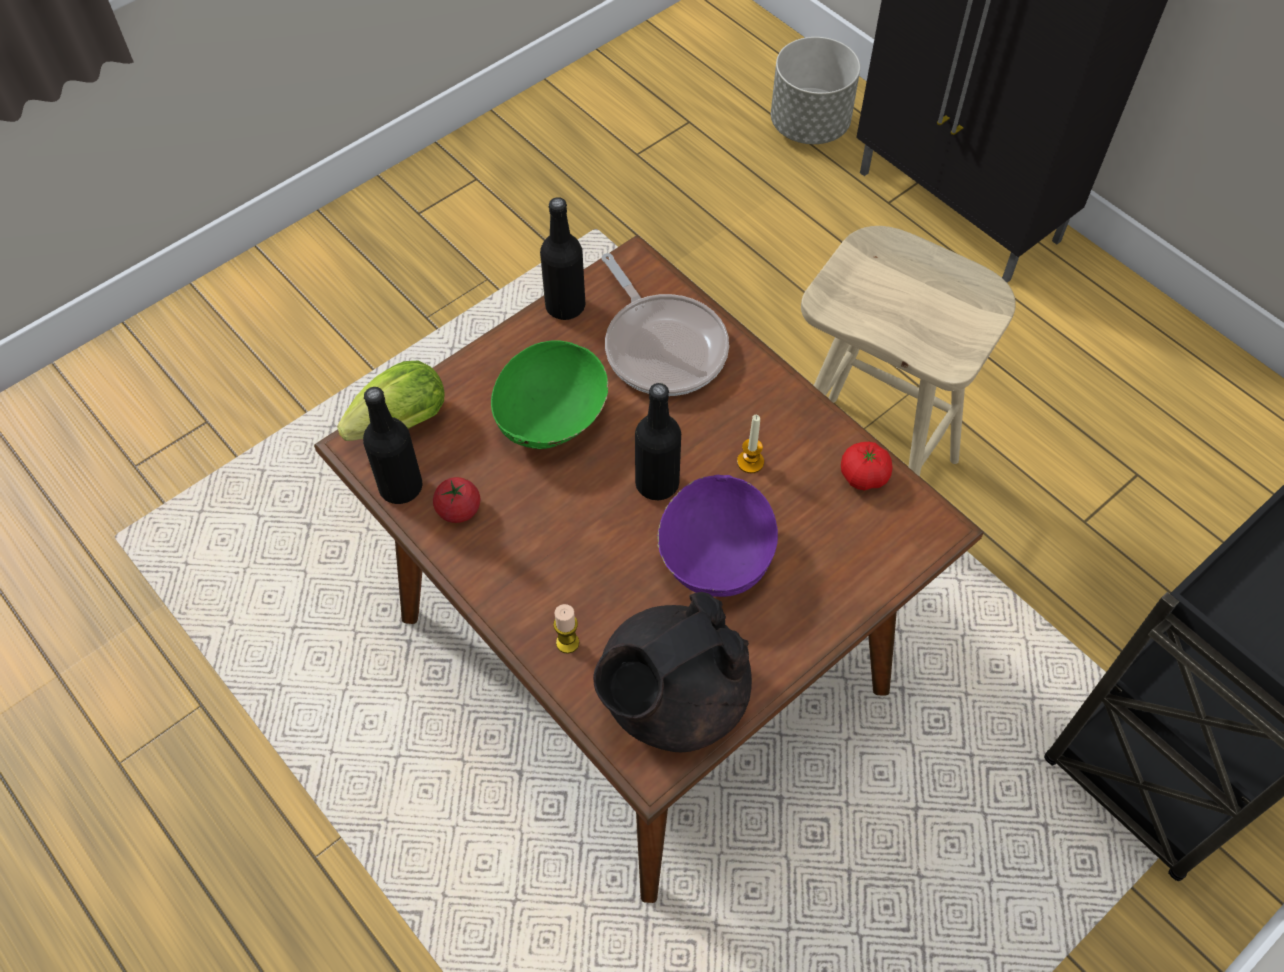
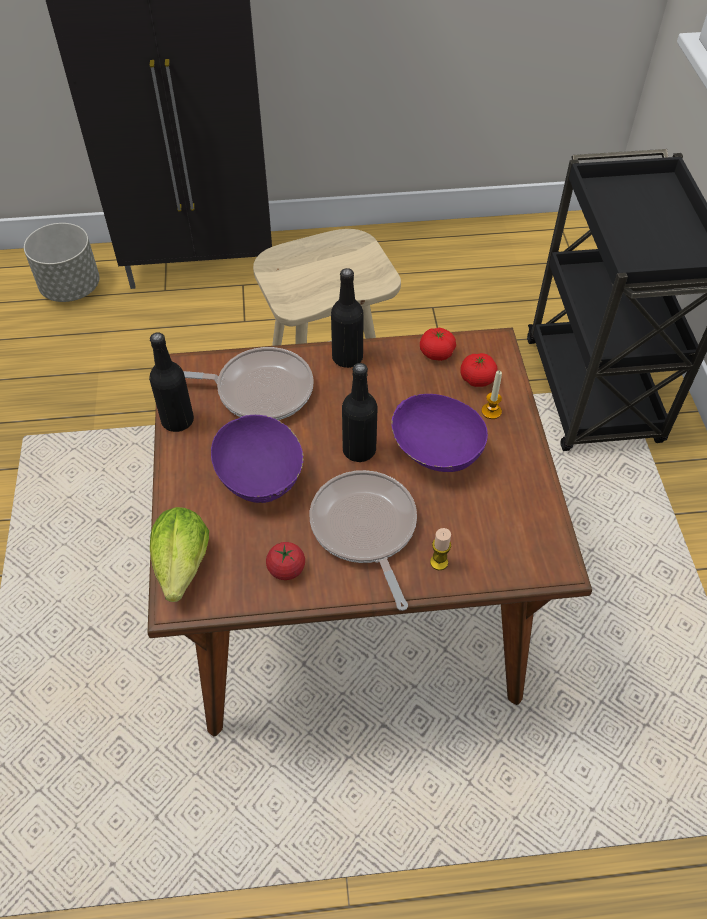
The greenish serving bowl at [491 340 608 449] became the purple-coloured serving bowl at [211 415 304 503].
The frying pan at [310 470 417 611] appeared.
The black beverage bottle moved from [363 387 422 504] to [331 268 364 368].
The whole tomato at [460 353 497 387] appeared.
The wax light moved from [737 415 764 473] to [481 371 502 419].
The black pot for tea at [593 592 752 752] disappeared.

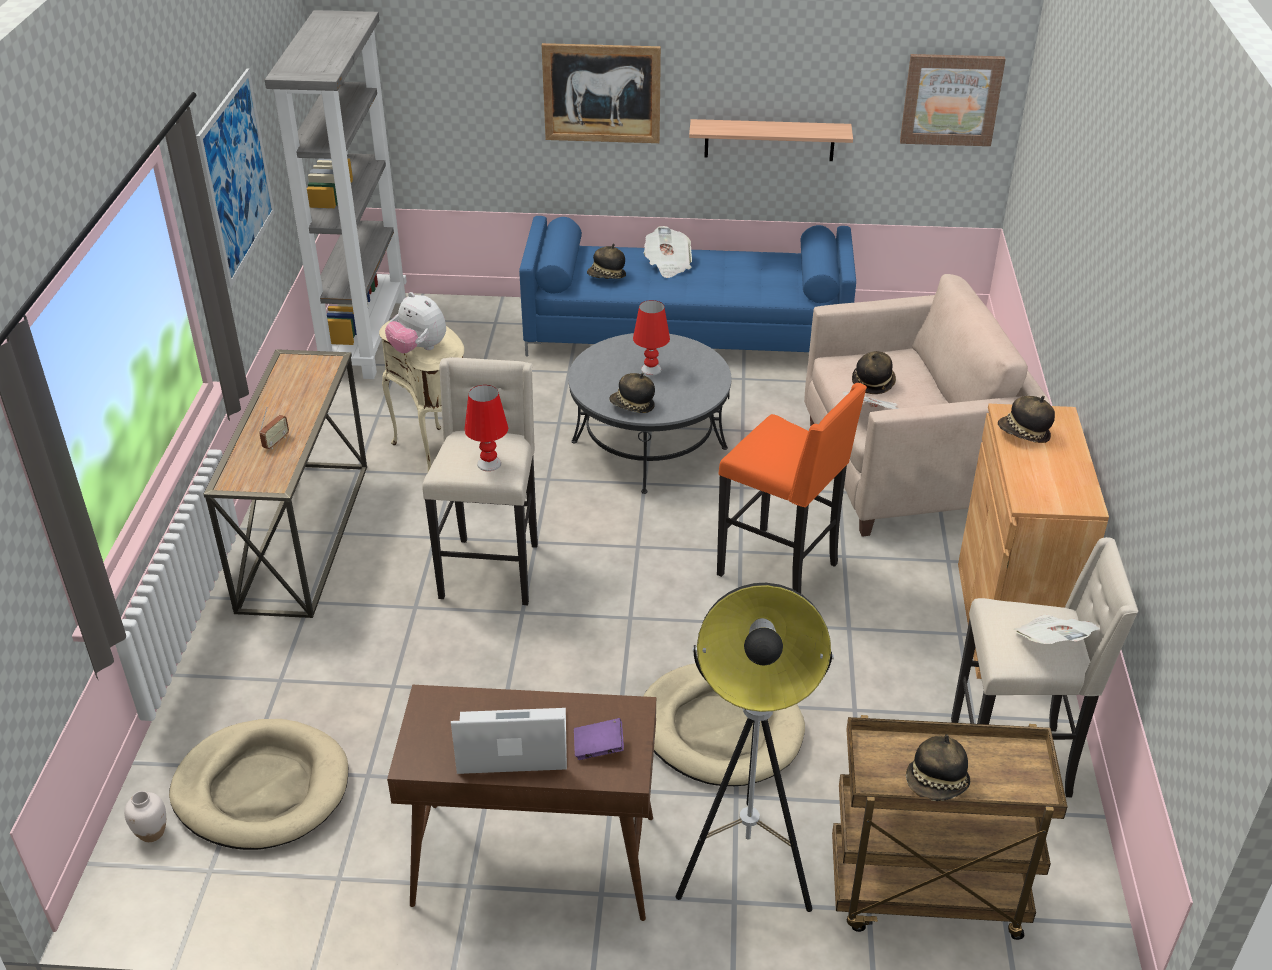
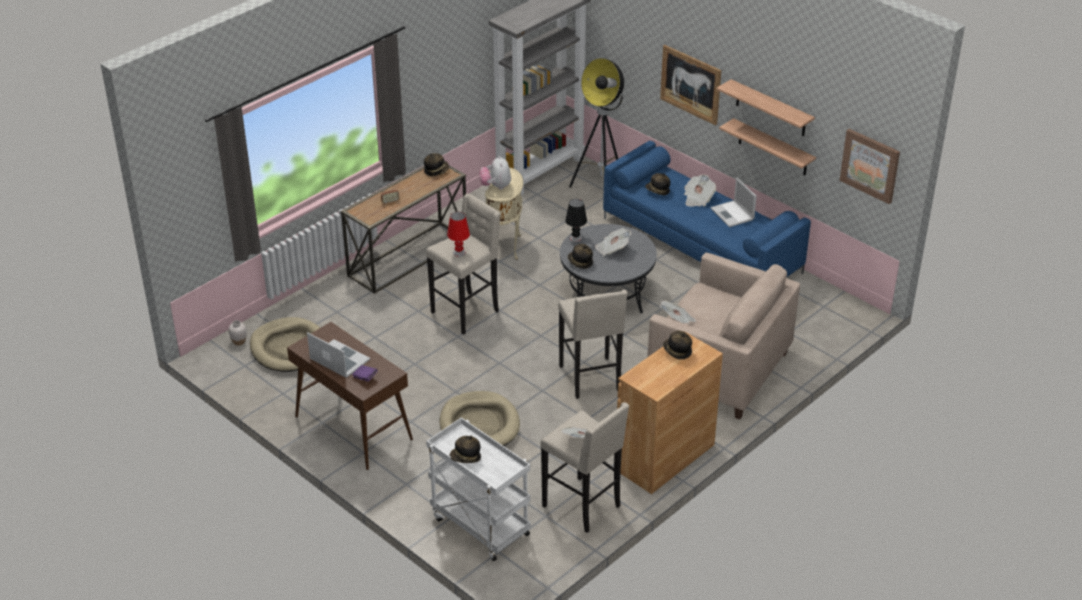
The clothing hat moved from [852 351 896 394] to [424 153 449 176].
The brownish cart at [832 715 1068 940] became the whitish cart at [426 417 531 561].
The orange sitting stool at [717 383 867 594] became the sand-coloured sitting stool at [558 290 627 399].
The black table lamp at [565 199 587 242] appeared.
The floor lamp moved from [676 583 834 912] to [569 58 624 188].
The reddish table lamp at [633 300 670 375] was replaced by the daily paper at [595 228 631 256].
The laptop at [710 177 757 227] appeared.
The bracket shelf at [717 79 815 136] appeared.
The wall picture at [197 68 275 288] disappeared.

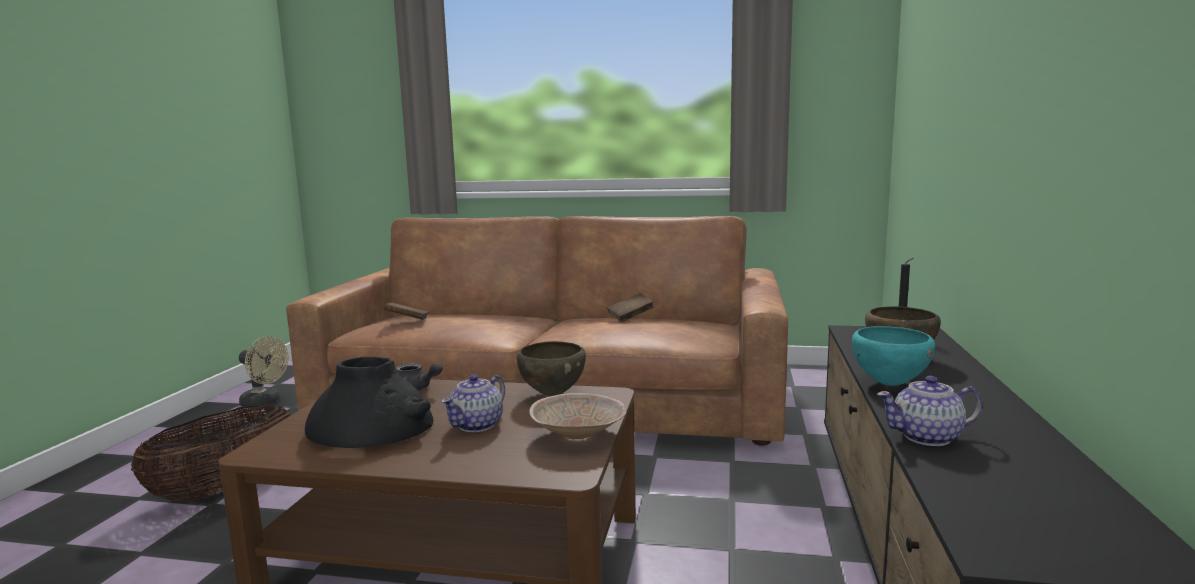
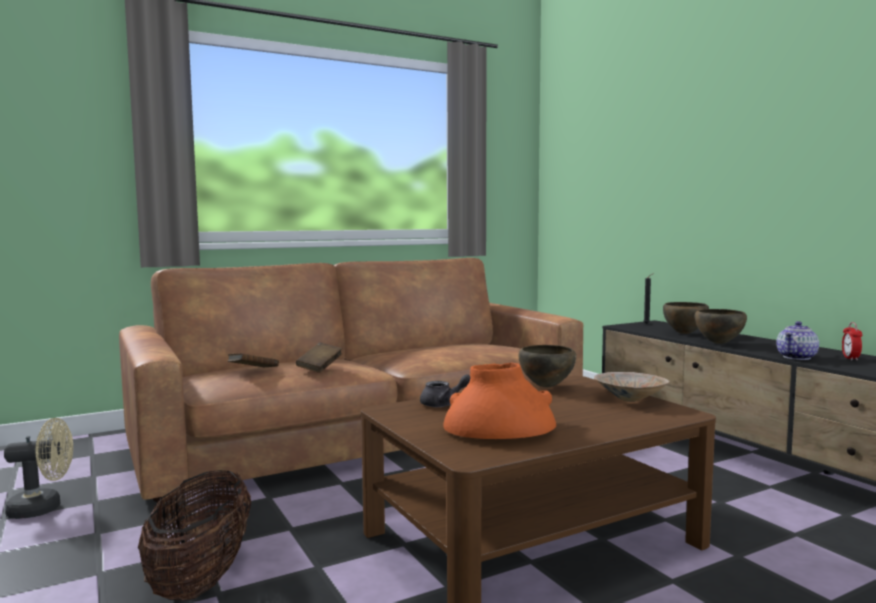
The brownish volume moved from [608 293 654 322] to [296 342 342 373].
The black flower vase at [305 356 433 448] became the orange flower vase at [443 363 556 439].
The turquoise serving bowl at [852 326 935 386] became the brownish serving bowl at [695 309 747 344].
The bedside clock at [842 322 862 361] appeared.
The pot for tea at [441 374 505 432] disappeared.

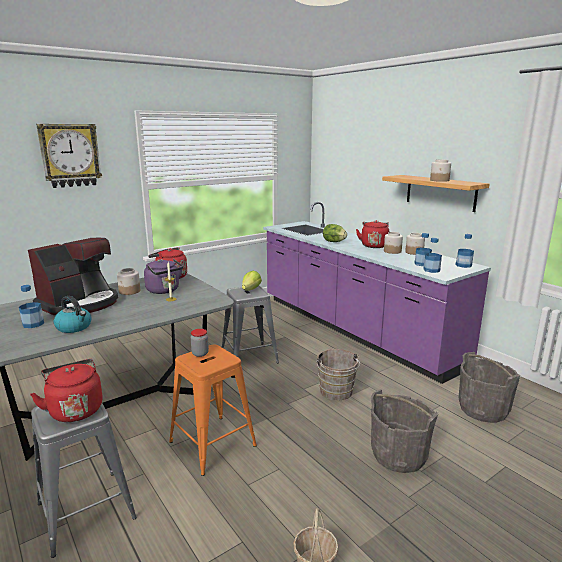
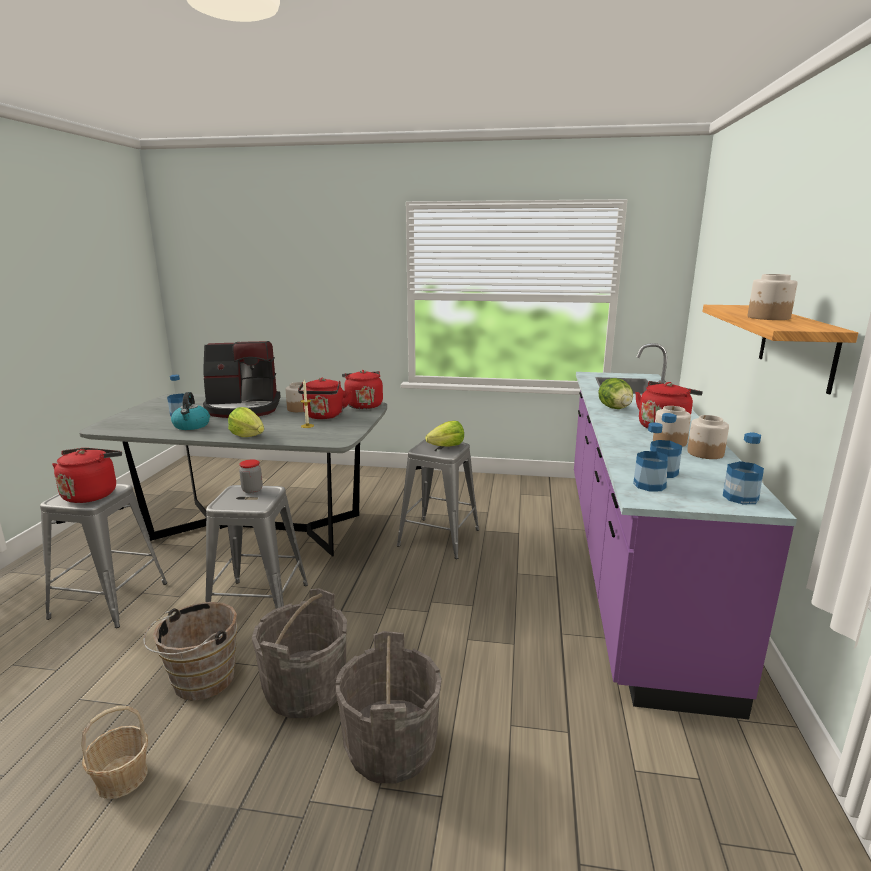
The brownish pail moved from [316 349 360 401] to [143 602 237 701].
The orange sitting stool at [169 344 257 476] became the greyish sitting stool at [205 485 308 609].
The head of lettuce at [228 407 264 437] appeared.
The greyish pail moved from [458 352 520 423] to [252 588 347 718].
The purple-coloured kettle at [144 259 183 294] became the reddish kettle at [298 378 351 419].
The hanging clock at [36 124 102 188] disappeared.

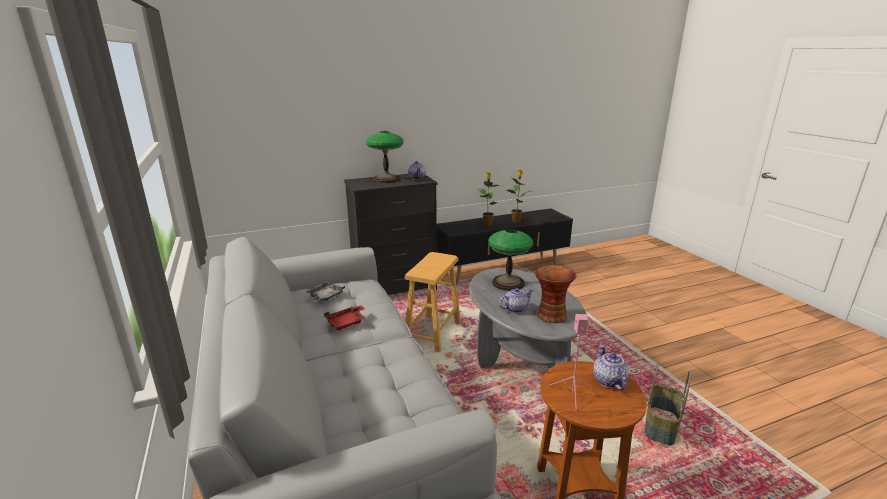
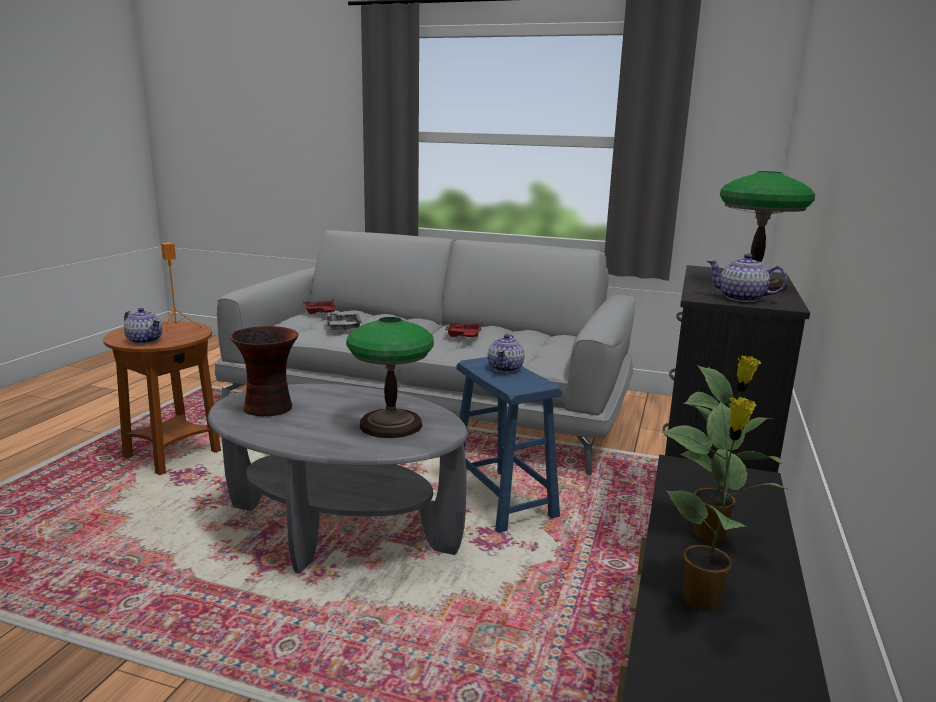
The pinkish speaker at [549 314 592 412] became the orange speaker at [161 242 201 333].
The reddish serving tray at [303 299 336 314] appeared.
The greyish serving tray moved from [306 282 345 301] to [325 313 362 331].
The brownish sitting stool at [405 252 461 352] became the blue-coloured sitting stool at [457 357 562 533].
The pot for tea moved from [499 288 533 313] to [488 334 525 373].
The basket at [645 362 691 445] disappeared.

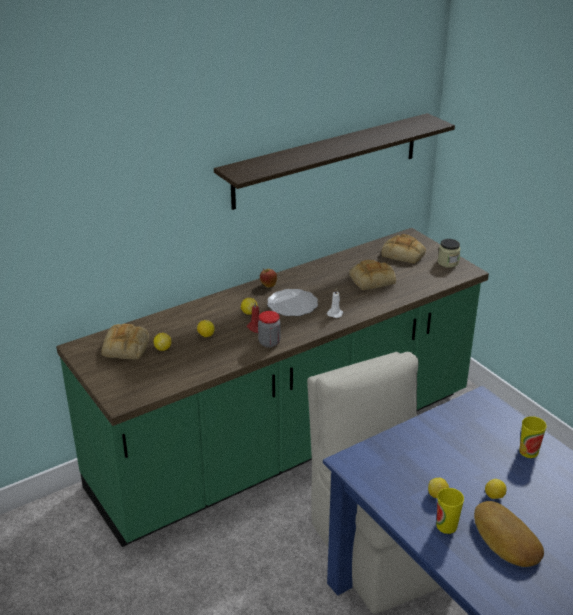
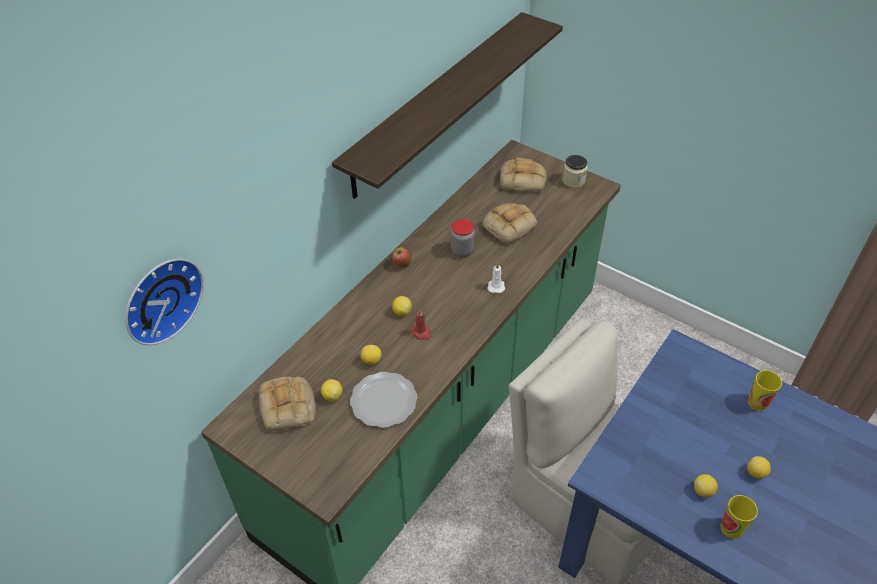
The hanging clock at [125 258 203 345] appeared.
The flat dish moved from [267 289 318 316] to [350 372 418 428].
The jar moved from [258 311 281 347] to [451 219 475 257].
The bakery bread at [474 501 544 567] disappeared.

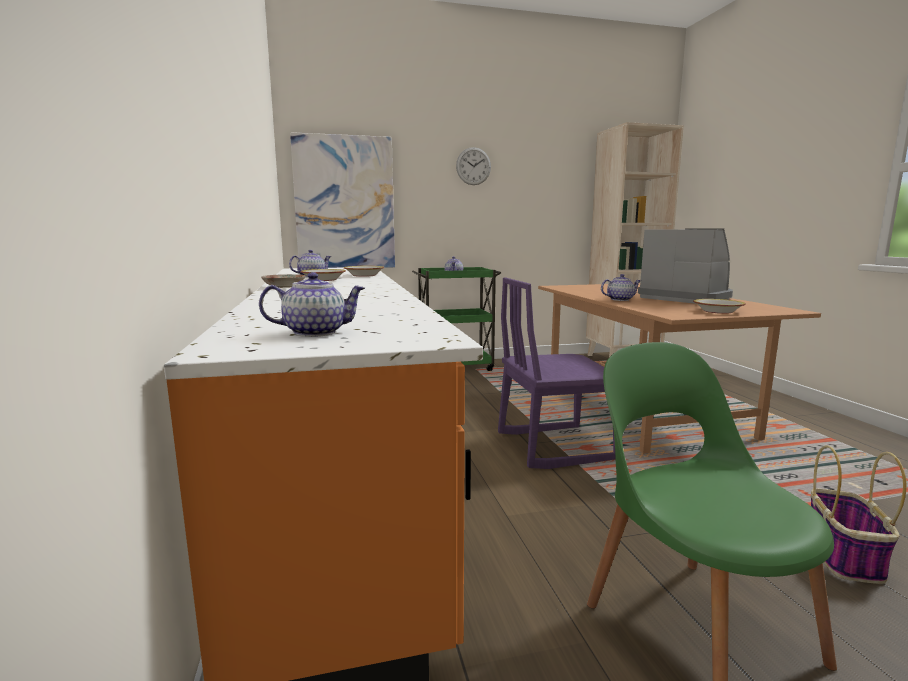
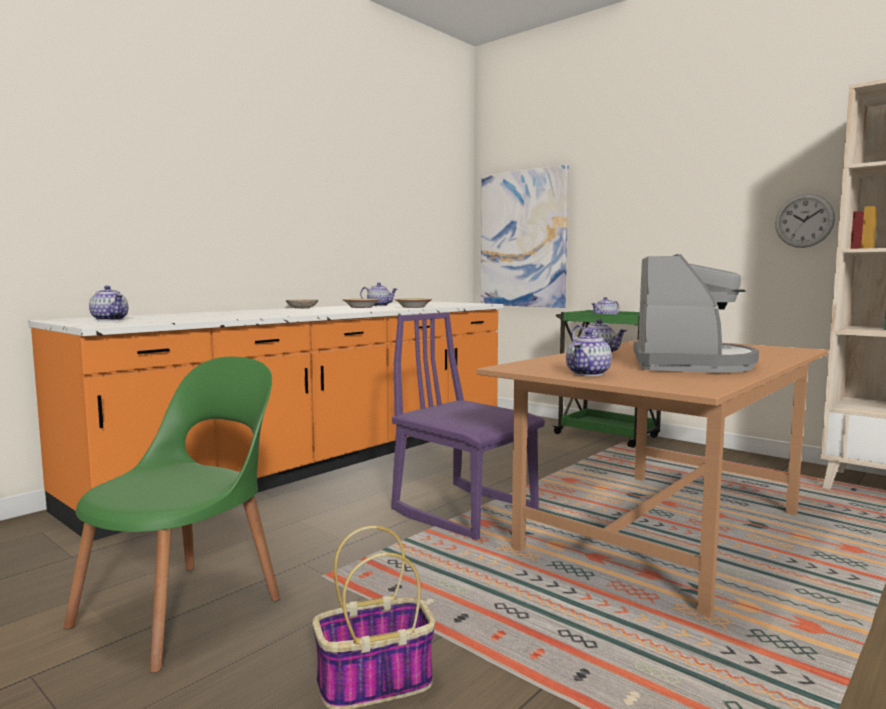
The serving bowl at [693 299 746 314] was replaced by the pot for tea at [566 330 612 376].
The hanging clock moved from [456 147 491 185] to [775 194 835 248].

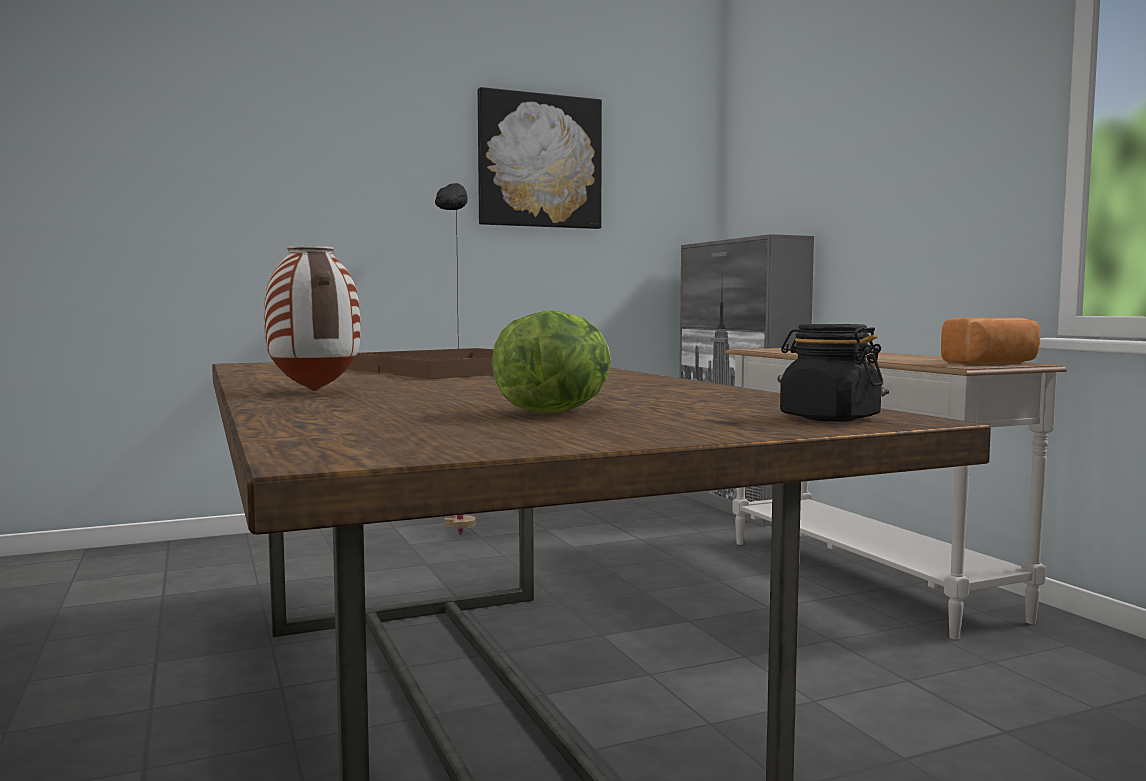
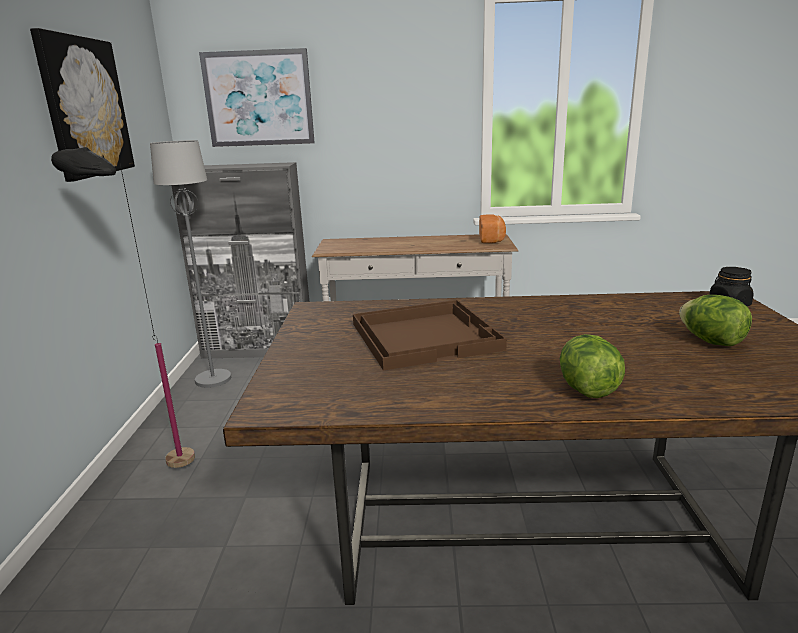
The greyish floor lamp at [150 140 231 388] appeared.
The wall picture at [199 48 315 147] appeared.
The flower vase at [264 246 360 391] was replaced by the head of lettuce at [559 334 625 398].

